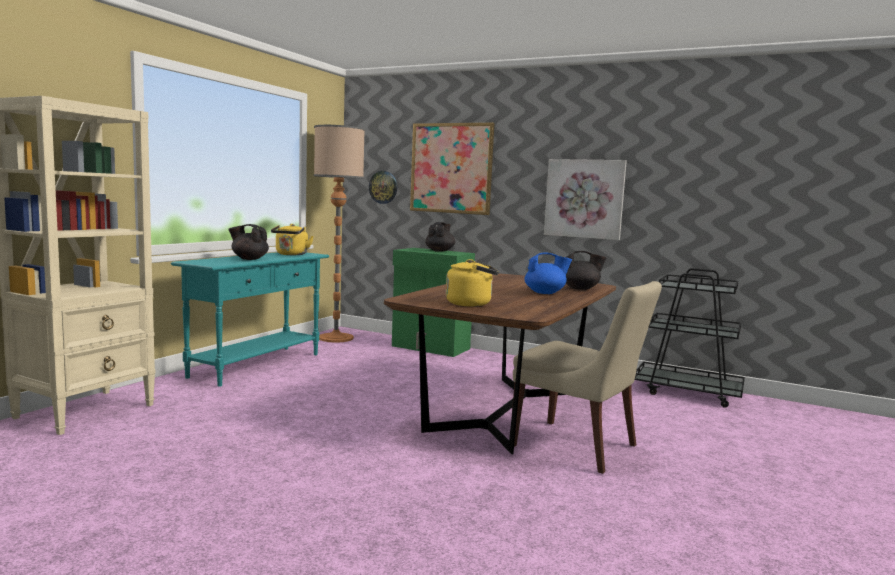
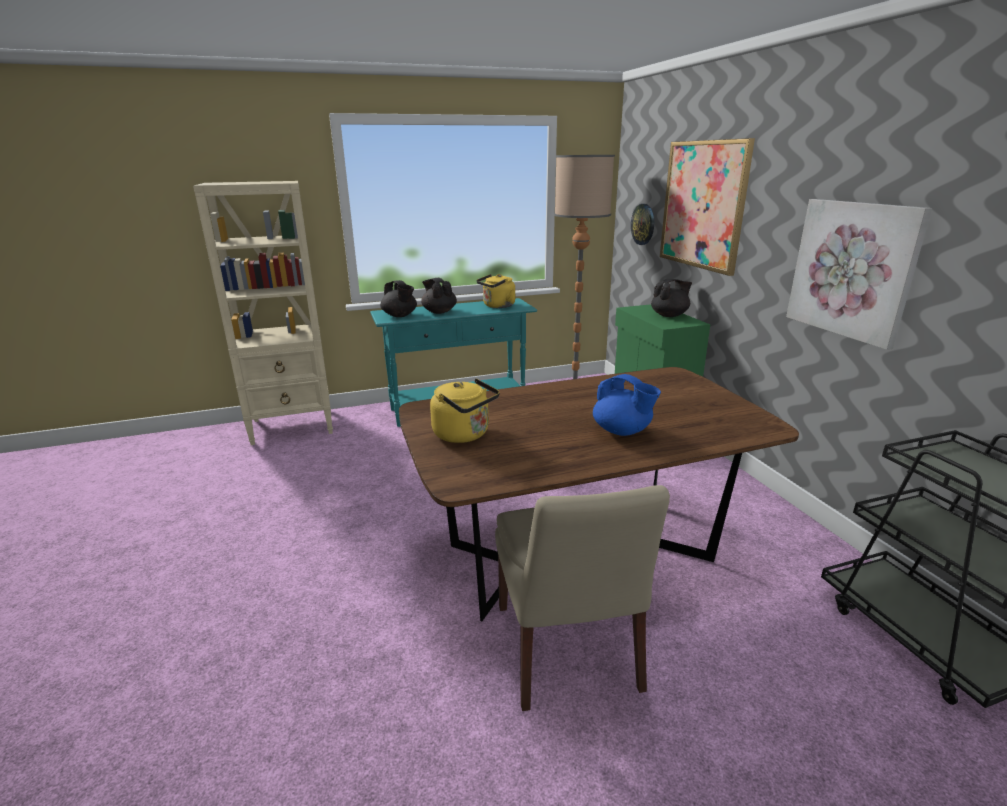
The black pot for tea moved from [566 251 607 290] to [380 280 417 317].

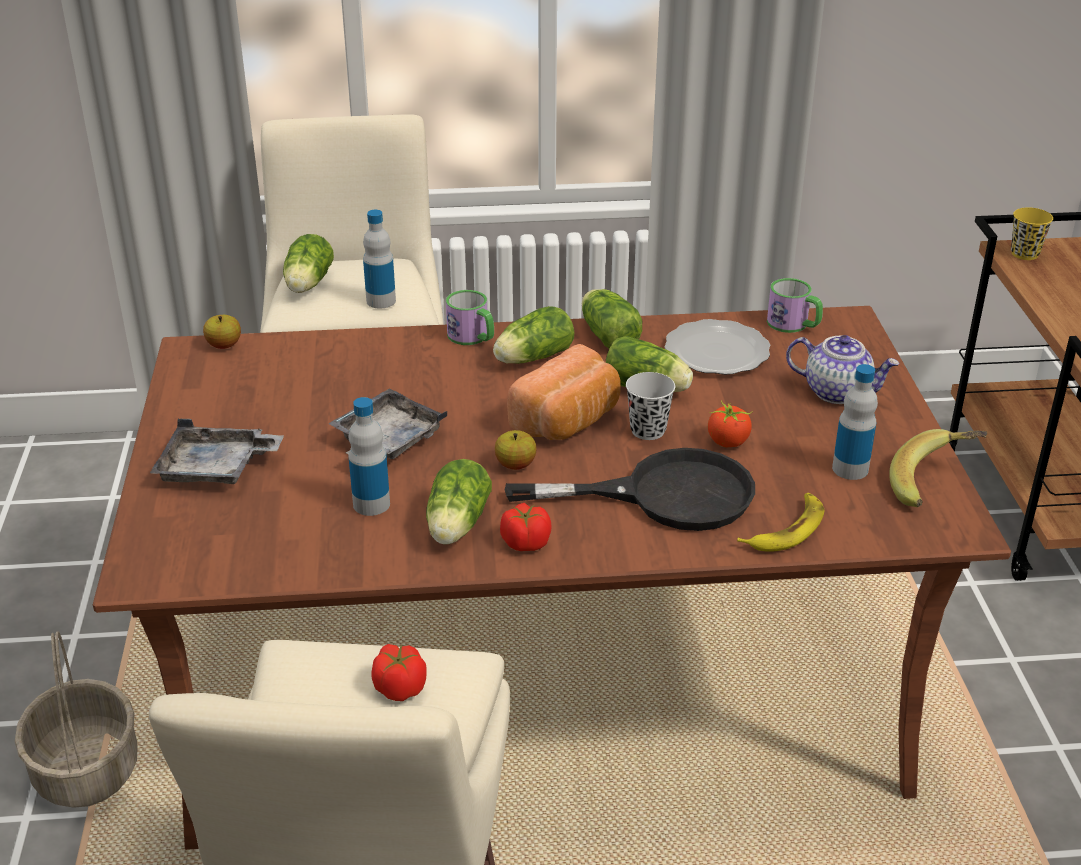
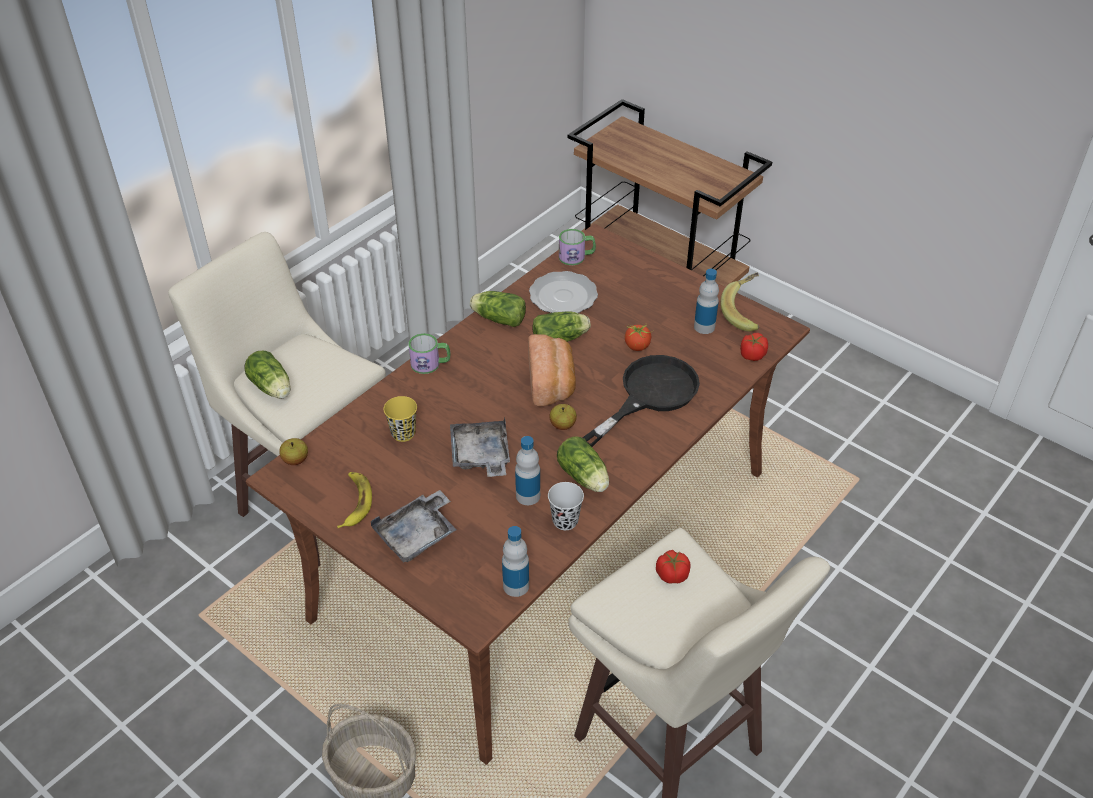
The banana fruit moved from [737 493 824 552] to [337 472 372 528].
The yellow-coloured small cup moved from [1011 207 1053 260] to [383 396 417 442].
The beverage bottle moved from [363 210 396 309] to [502 526 529 597].
The black small cup moved from [626 372 675 440] to [548 482 584 530].
The whole tomato moved from [500 503 552 551] to [740 333 768 361].
The head of lettuce at [493 306 574 364] disappeared.
The pot for tea at [786 335 899 404] disappeared.

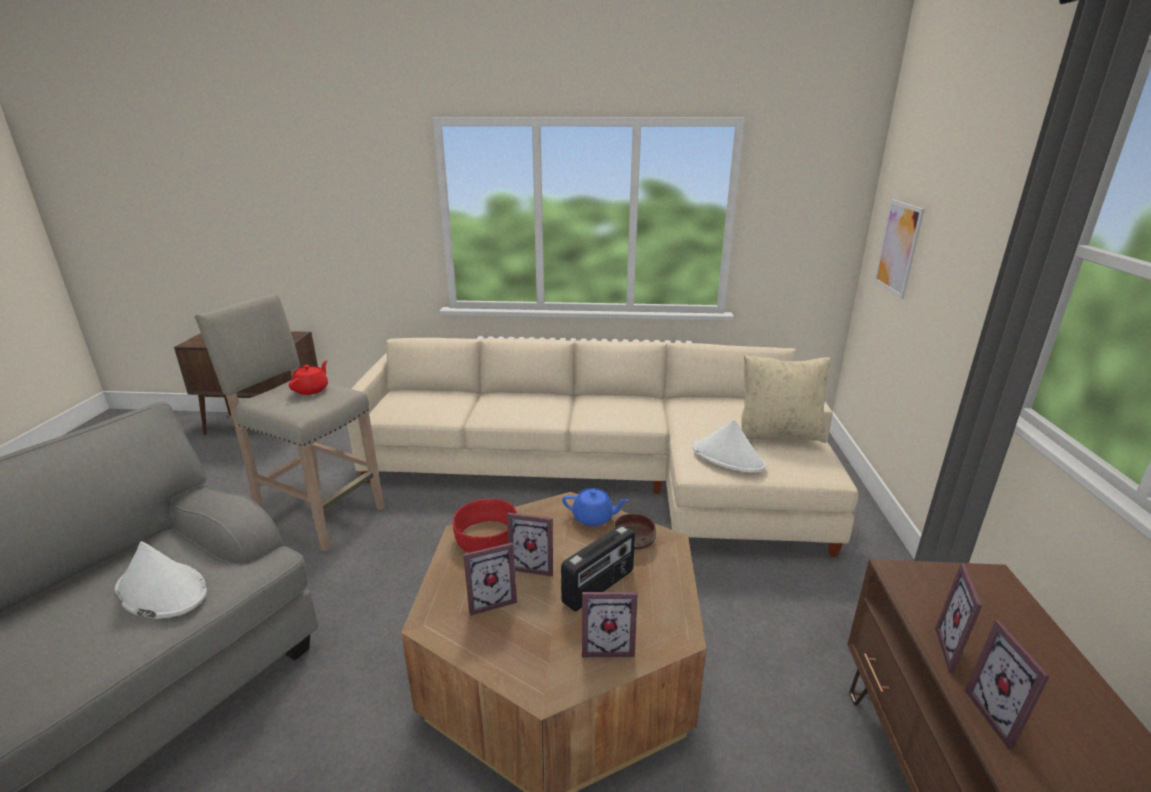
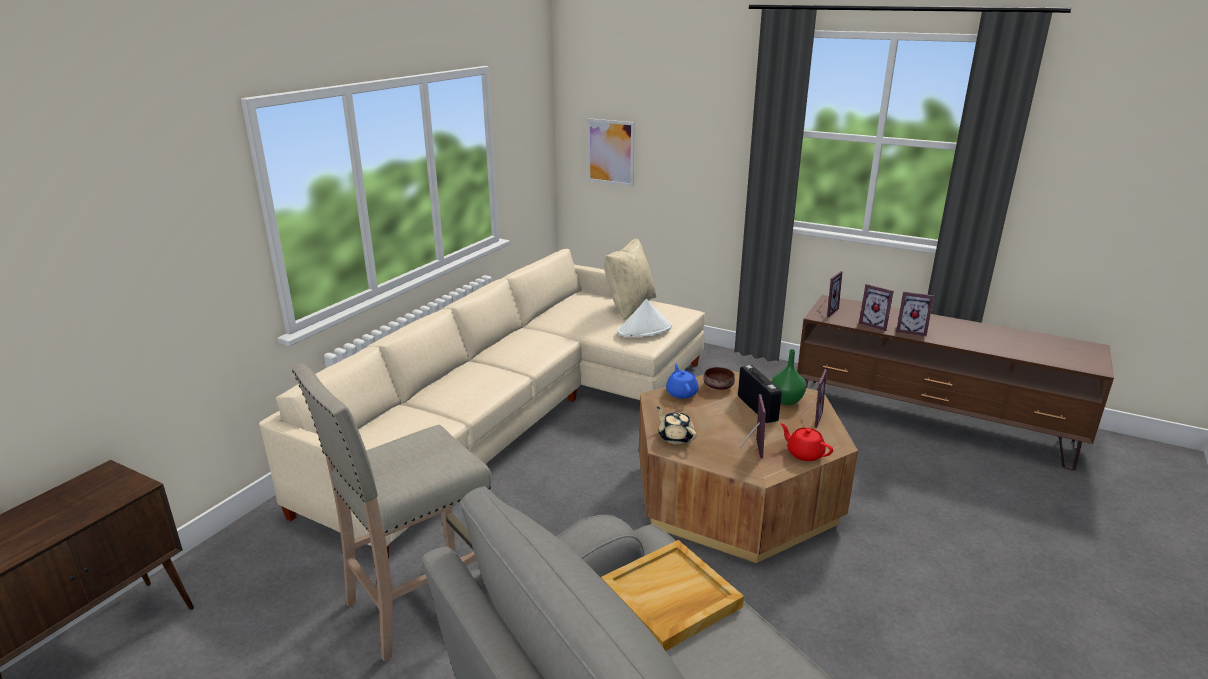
The whitish clothing hat at [115 541 207 619] was replaced by the sand-coloured serving tray at [601 540 744 651].
The reddish serving bowl at [453 499 518 553] was replaced by the sand-coloured pot for tea at [657 407 697 445].
The blue-coloured pot for tea at [562 488 628 526] turned 45 degrees counterclockwise.
The greenish flower vase at [771 349 806 405] appeared.
The reddish pot for tea moved from [289 361 328 395] to [780 423 833 461].
The picture frame moved from [507 513 553 576] to [819 271 843 317].

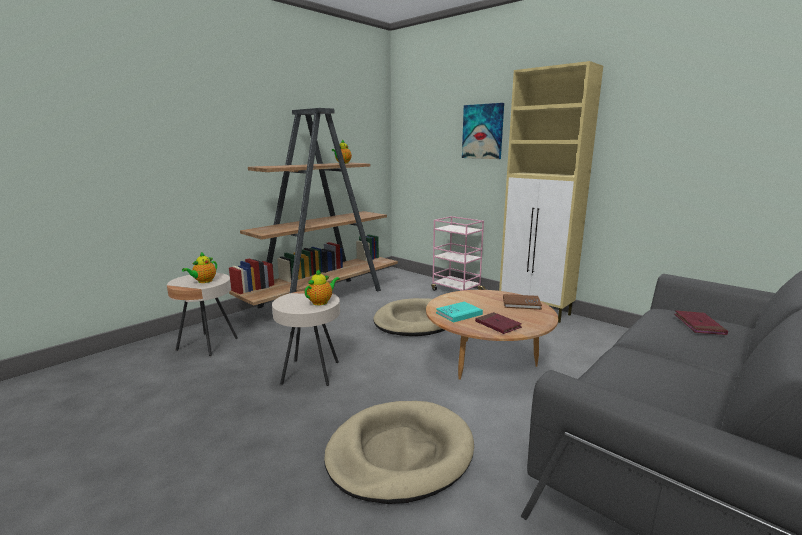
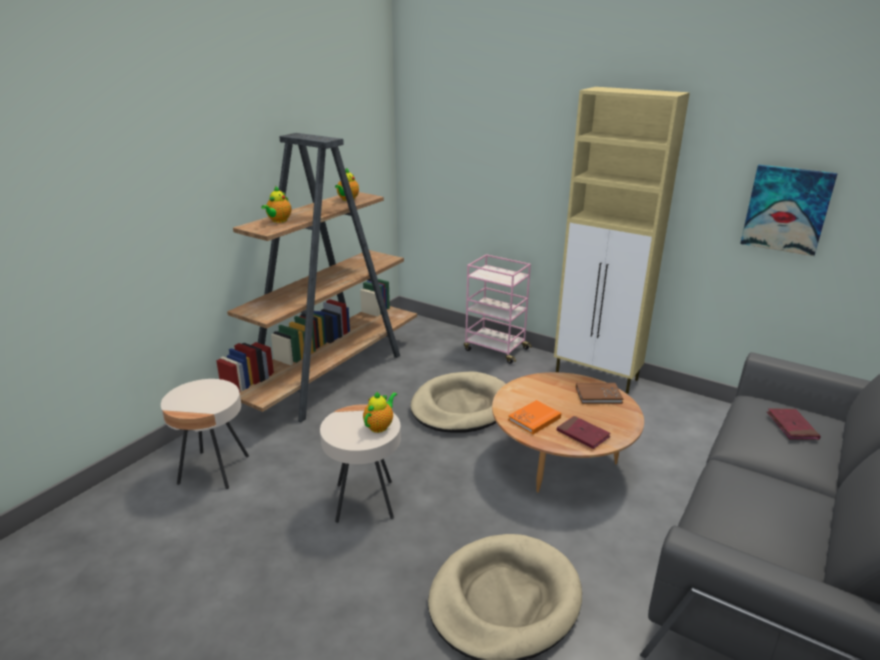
The pot for tea moved from [182 252 217 283] to [261 186 291 223].
The turquoise volume at [436 301 483 322] became the orange volume at [508 400 561 434].
The wall picture moved from [462 103 504 159] to [740 165 838 256].

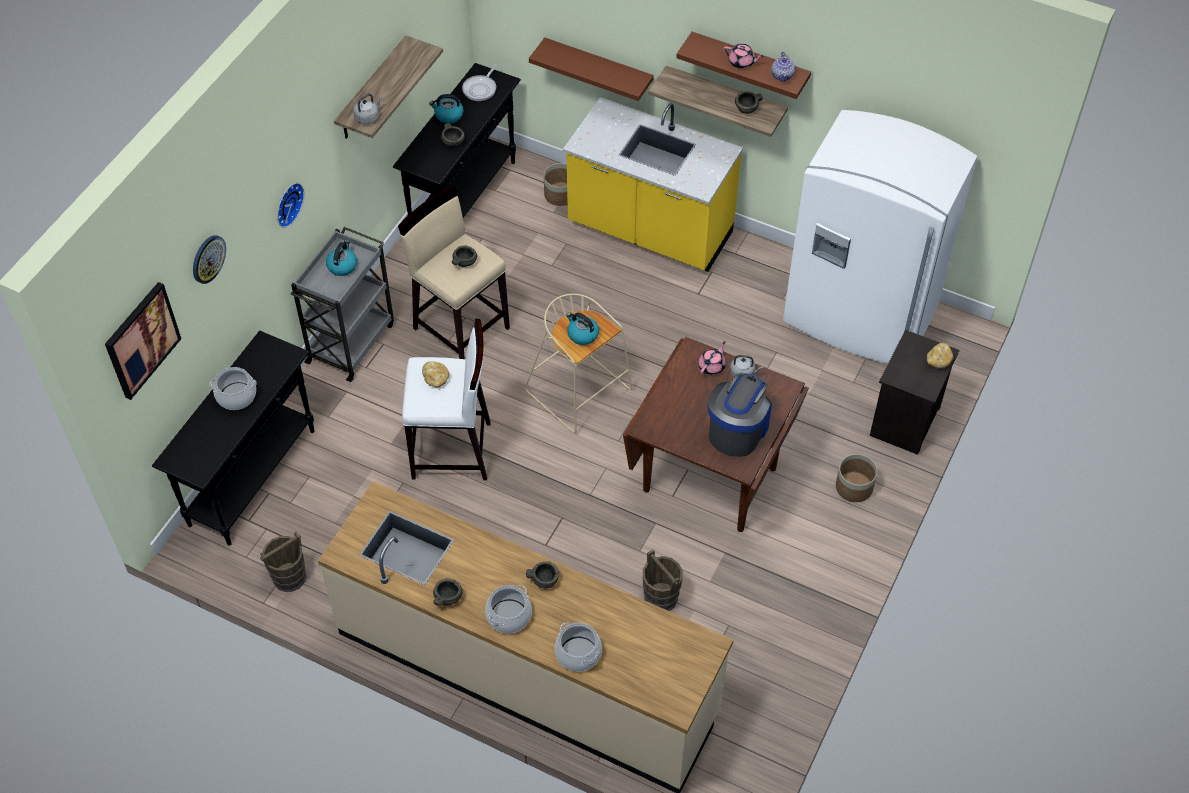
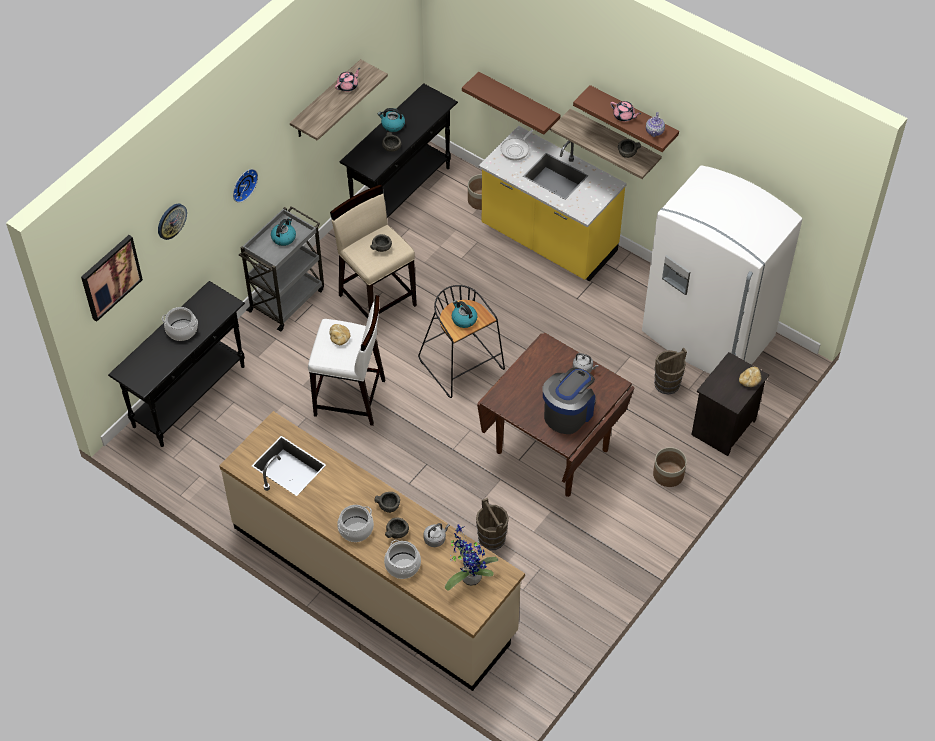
The pinkish pot for tea moved from [698 341 726 375] to [335 68 360 92].
The greyish serving bowl moved from [433 578 463 606] to [385 517 409 539].
The sand-coloured sitting stool at [525 294 632 433] became the black sitting stool at [418 285 505 398].
The greyish kettle moved from [353 93 382 124] to [423 523 450 547].
The houseplant at [445 524 498 591] appeared.
The frying pan moved from [462 64 498 101] to [501 130 533 161].
The brownish pail moved from [260 531 306 592] to [654 347 687 395].

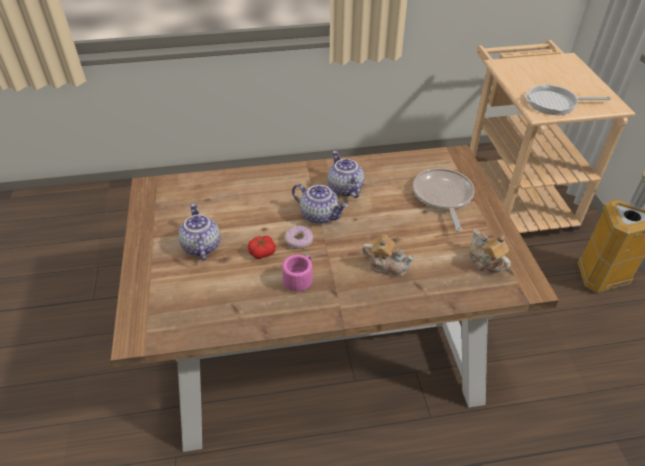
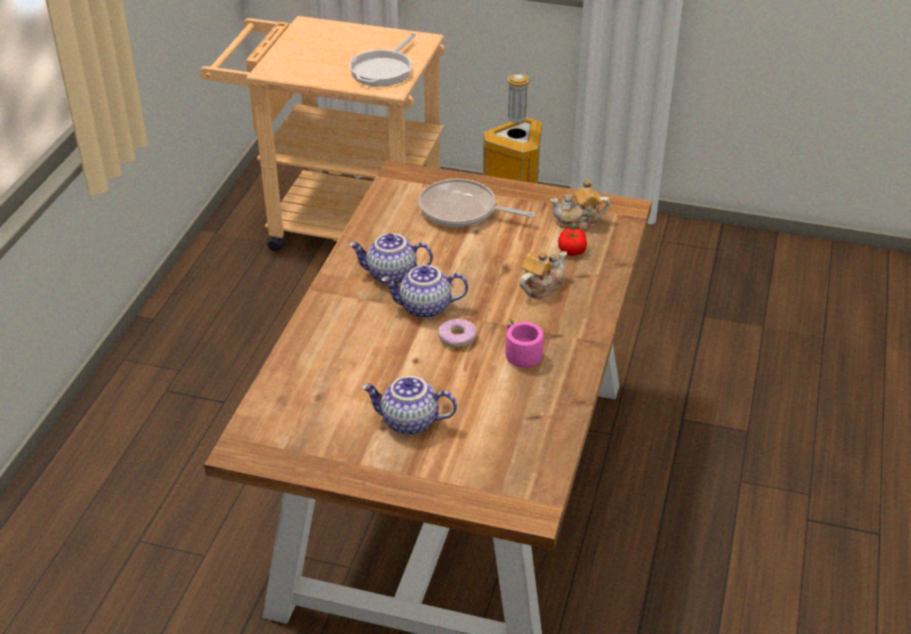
The pot for tea at [292 184 348 224] turned 150 degrees counterclockwise.
The whole tomato moved from [248 236 276 259] to [558 228 587 256].

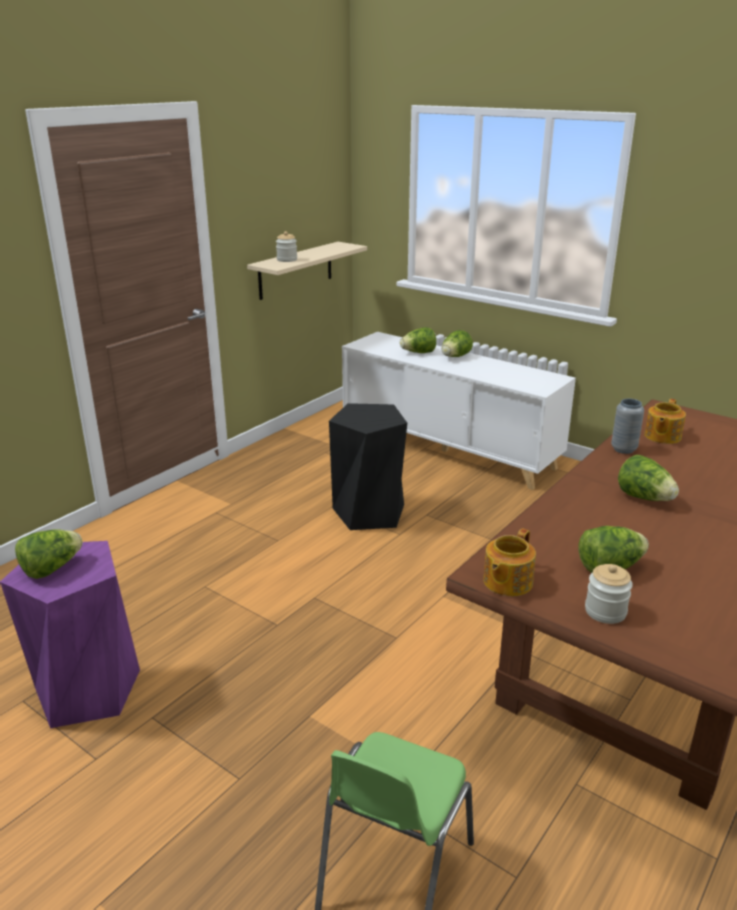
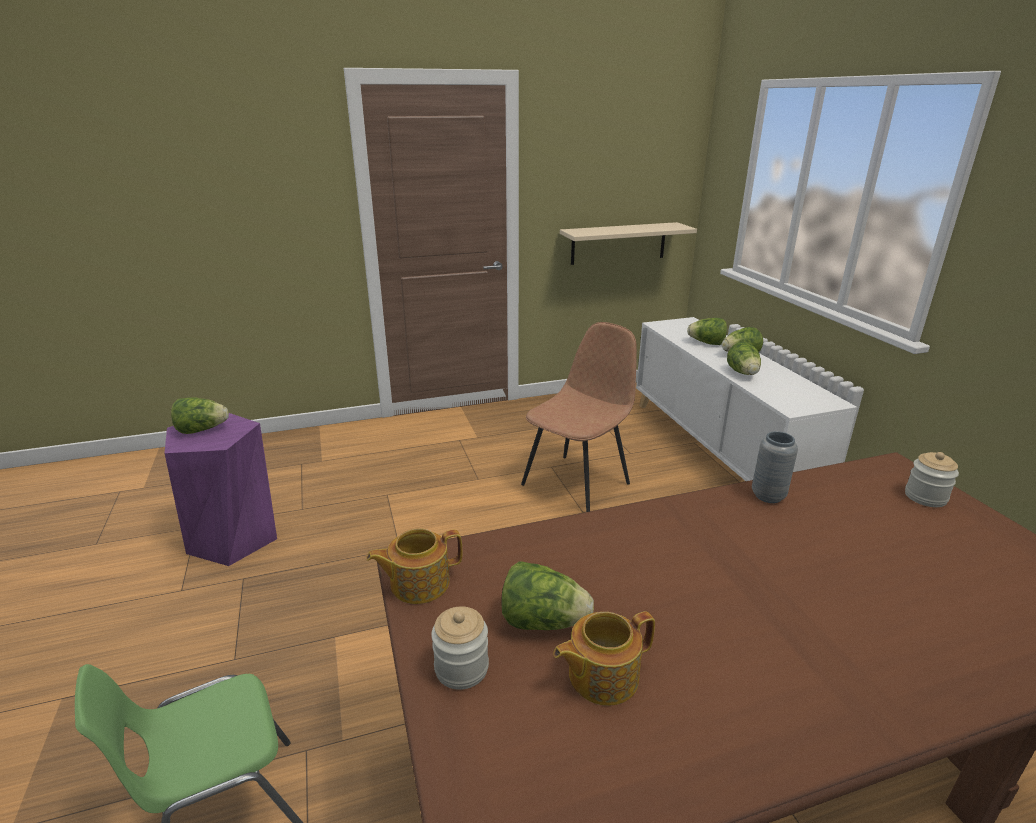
The black sitting stool at [329 403 407 530] was replaced by the brownish plain chair at [521 322 637 512].
The pot for tea moved from [644 399 686 444] to [553 611 655 706].
The head of lettuce moved from [618 455 679 501] to [727 342 761 375].
The jar moved from [276 231 297 262] to [905 452 959 507].

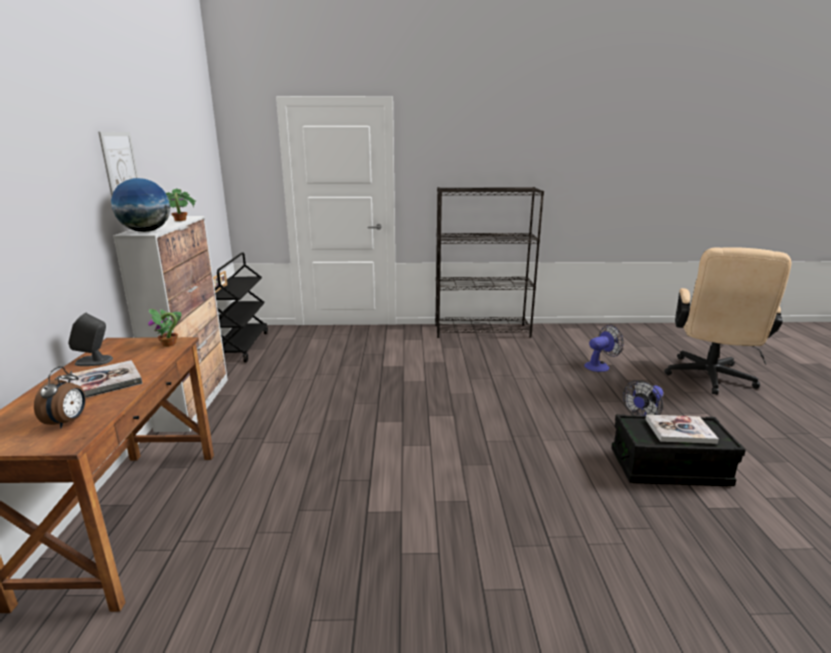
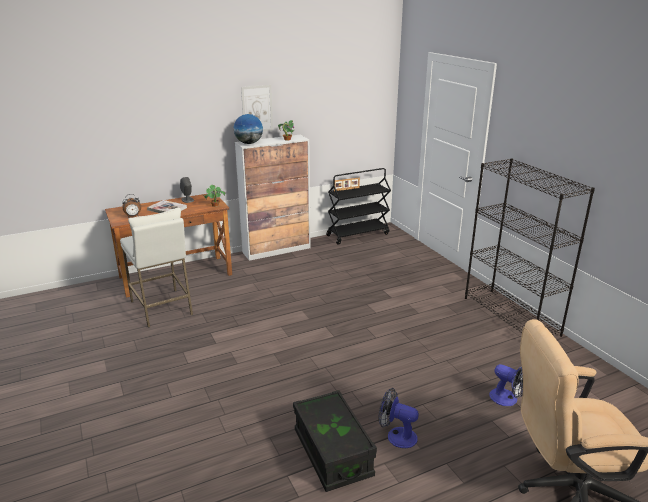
The whitish sitting stool at [120 208 193 328] appeared.
The volume at [646 415 719 444] disappeared.

